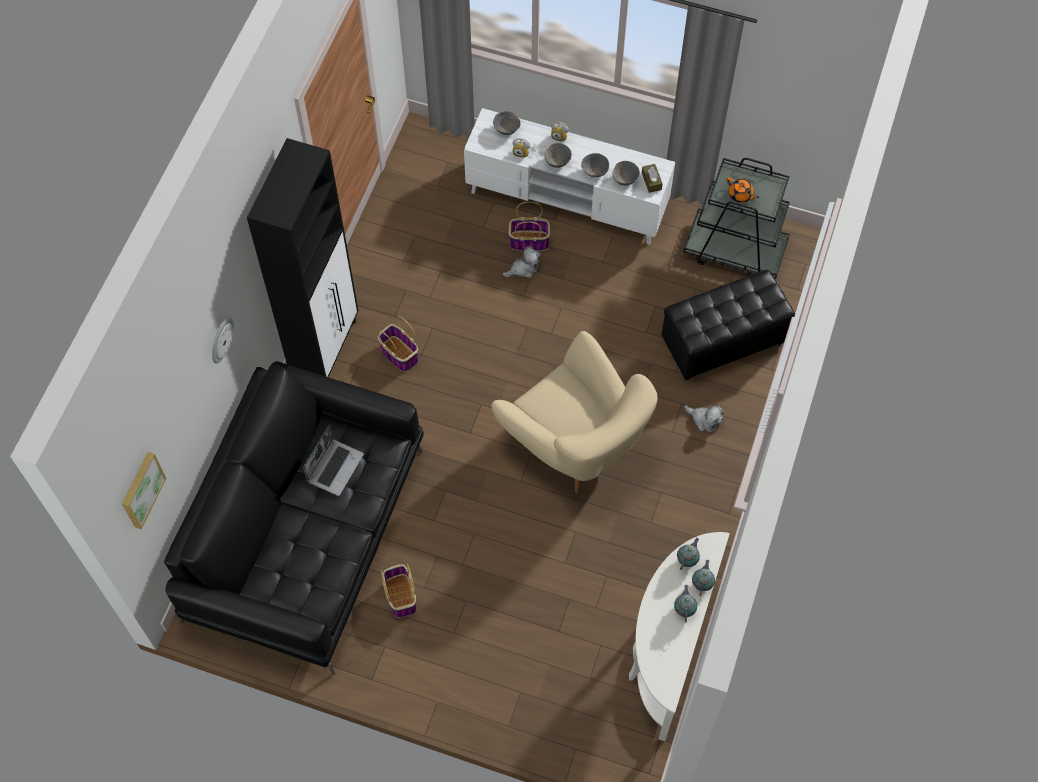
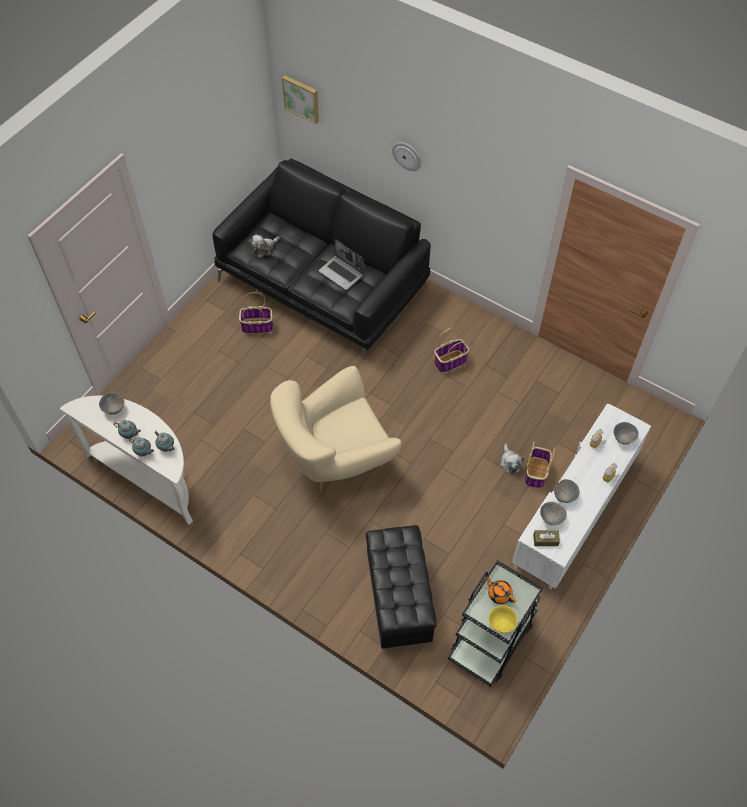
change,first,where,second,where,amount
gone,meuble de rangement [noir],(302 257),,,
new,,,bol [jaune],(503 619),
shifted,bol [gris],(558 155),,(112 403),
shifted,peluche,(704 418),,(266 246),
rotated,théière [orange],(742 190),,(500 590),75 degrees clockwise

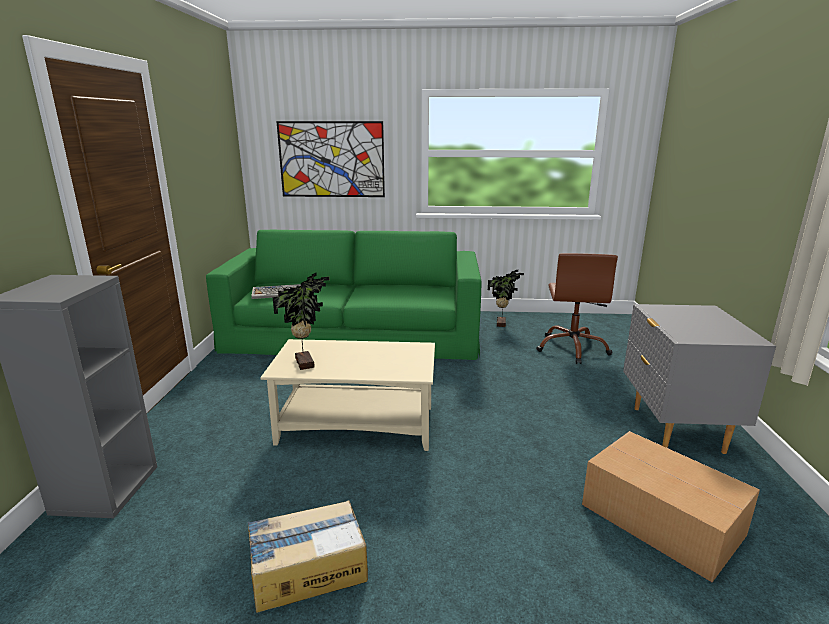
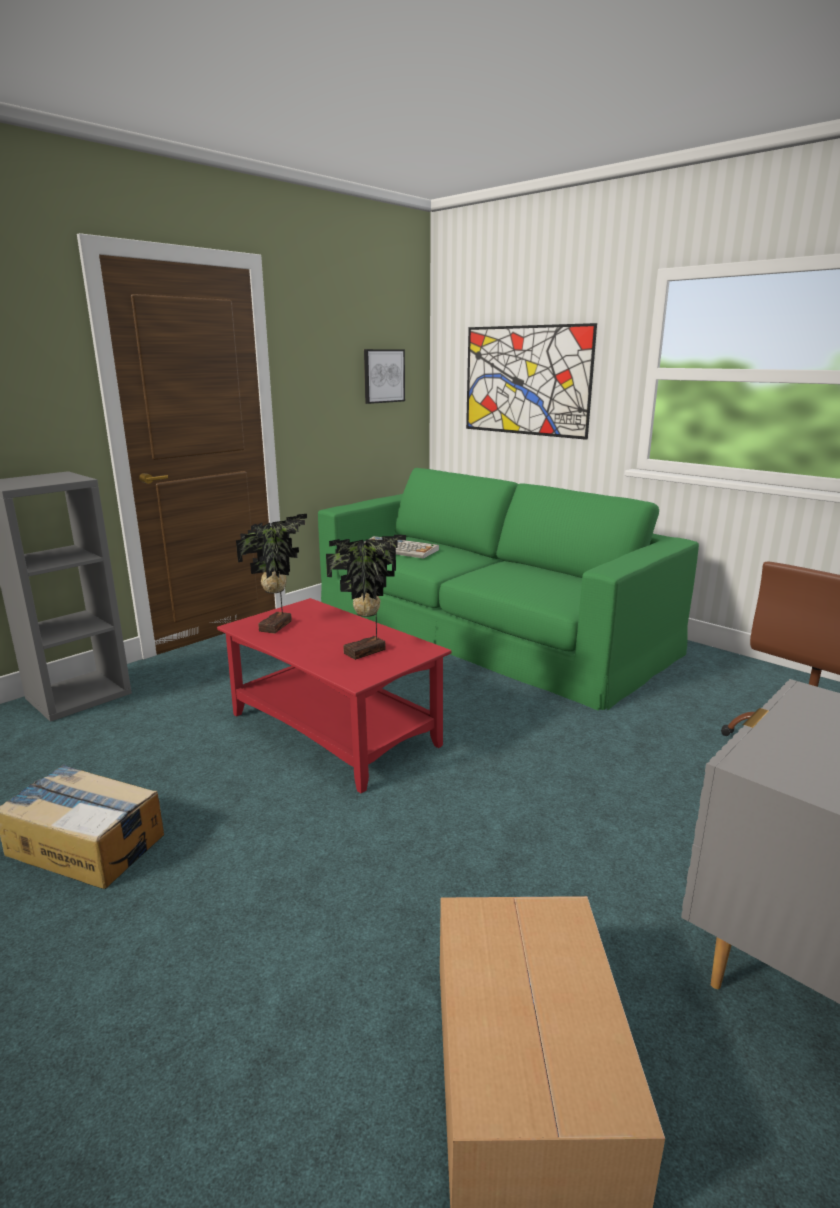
change,first,where,second,where,amount
new,,,tableau,(384 376),
shifted,plante en pot,(506 298),,(366 597),
repainted,table basse [beige],(347 395),table basse [rouge],(334 696),

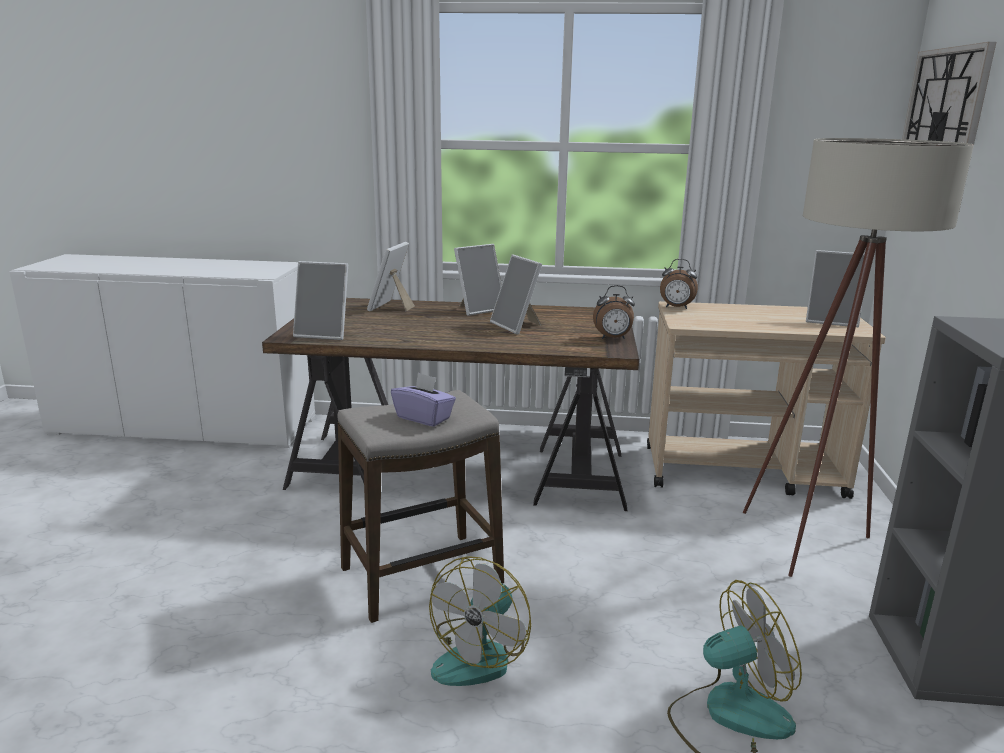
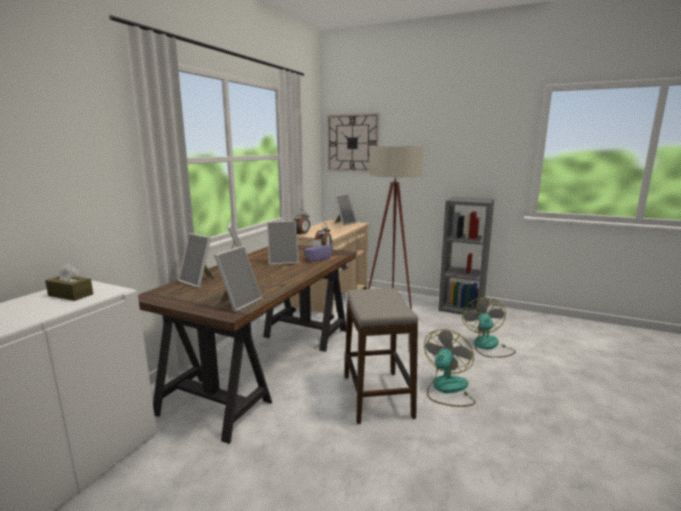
change,first,where,second,where,amount
new,,,boîte à mouchoirs [marron],(69 282),
shifted,boîte à mouchoirs [violet],(423 400),,(318 250),
rotated,ventilateur,(480 621),,(450 368),105 degrees counterclockwise

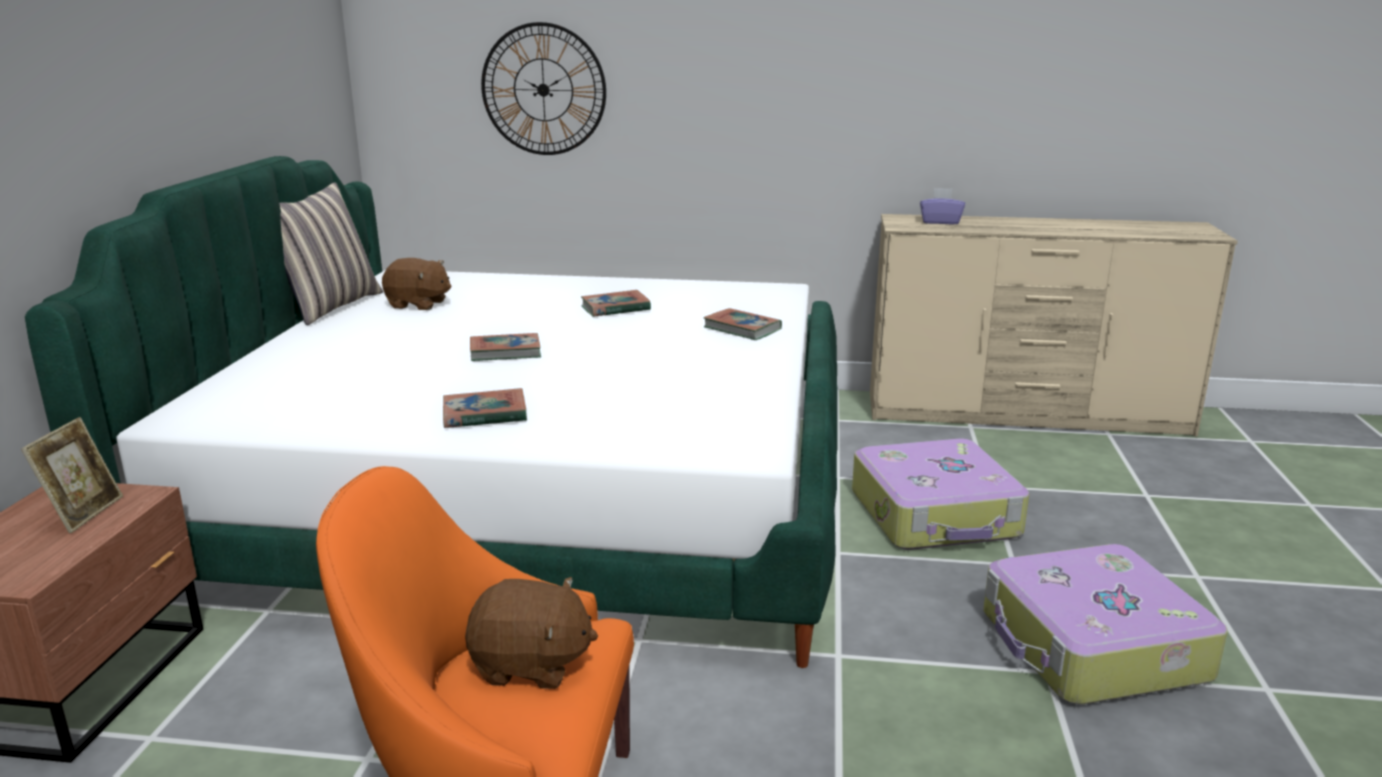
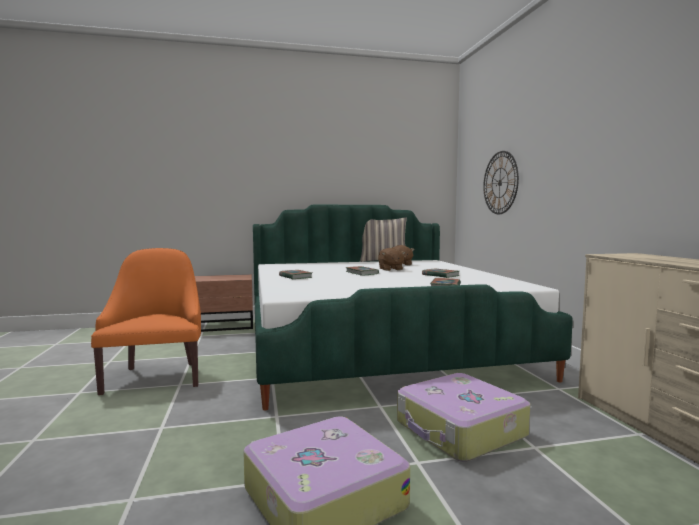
change,first,where,second,where,amount
gone,cadre photo,(72 475),,,
gone,boîte à mouchoirs [violet],(942 206),,,
shifted,peluche [marron],(531 633),,(391 259),

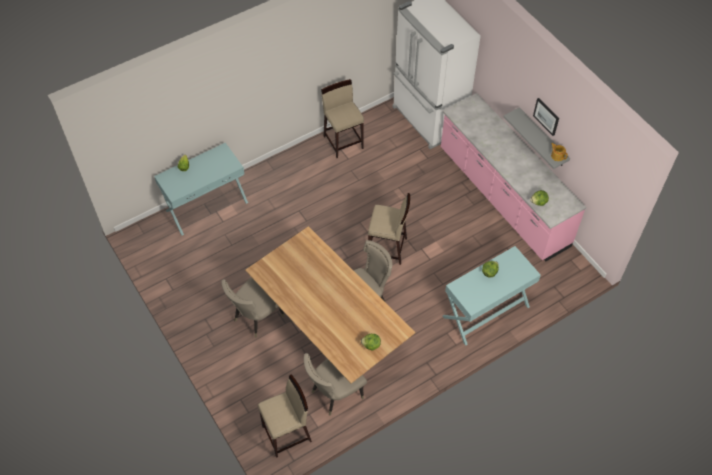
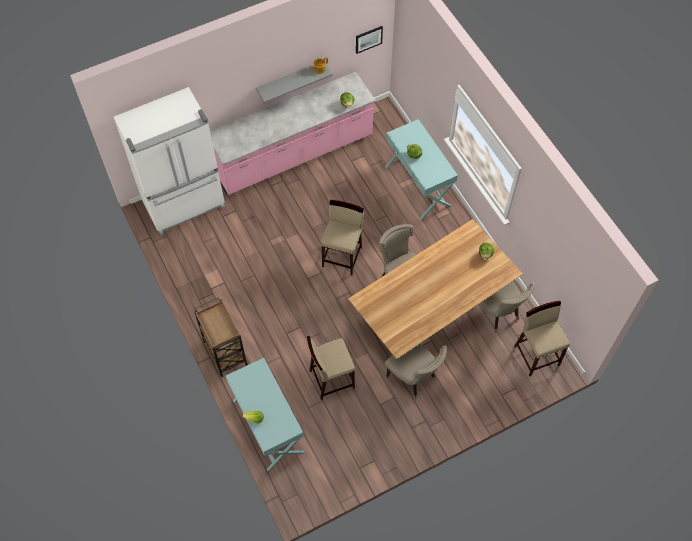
change,first,where,second,where,amount
new,,,chariot [marron],(221 337),
shifted,tabouret [beige],(342 118),,(331 368),
shifted,tableau,(546 117),,(369 40),

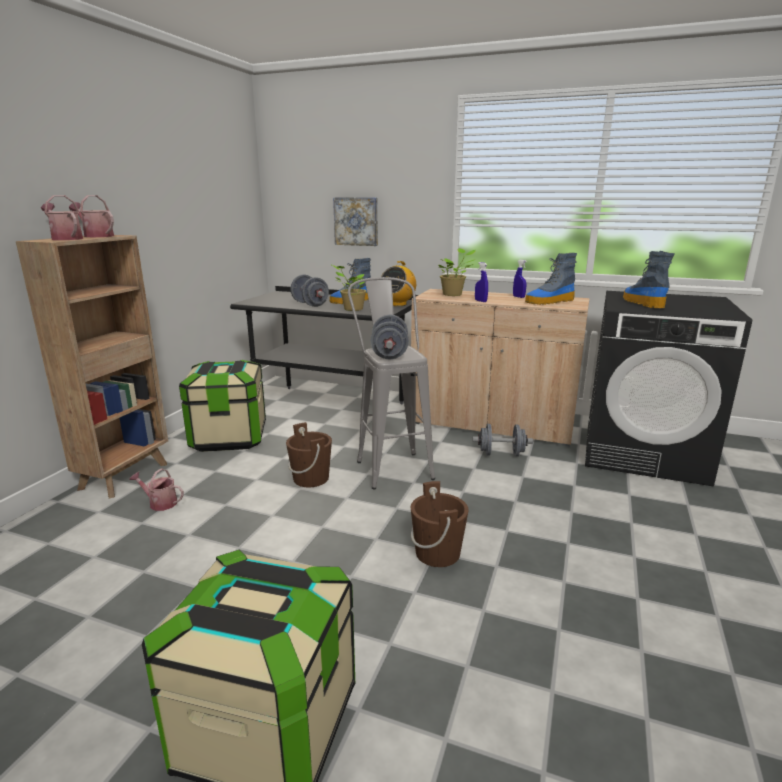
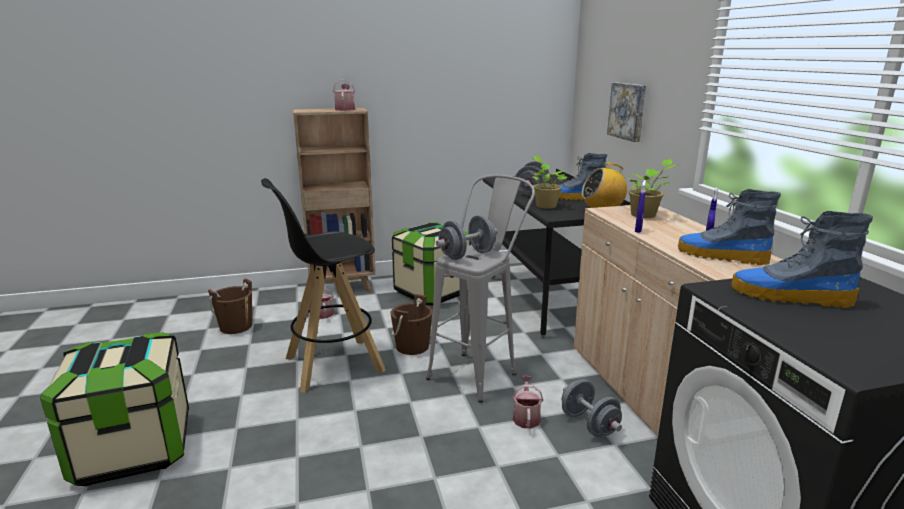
change,first,where,second,where,amount
new,,,tabouret [noir],(323 285),
shifted,arrosoir,(62 217),,(527 402),
shifted,seau [marron],(440 524),,(230 306),
rotated,botte,(649 279),,(802 259),120 degrees counterclockwise

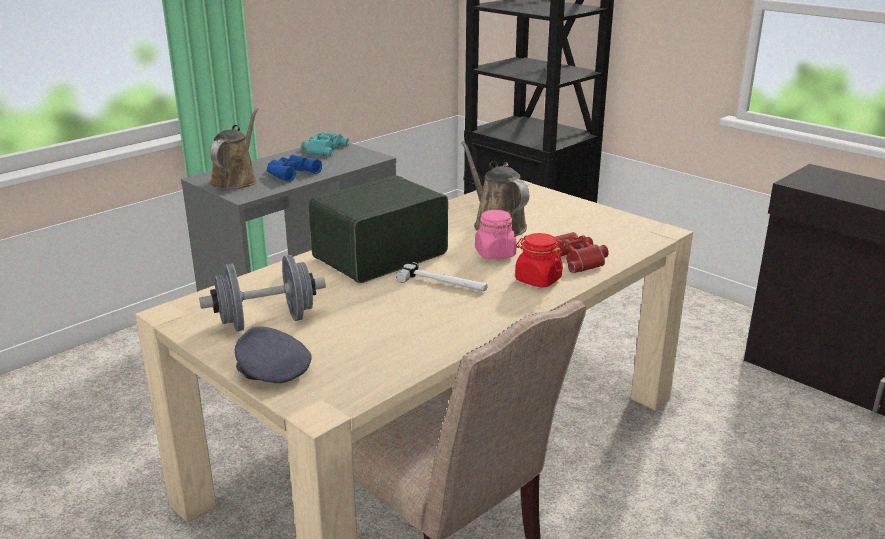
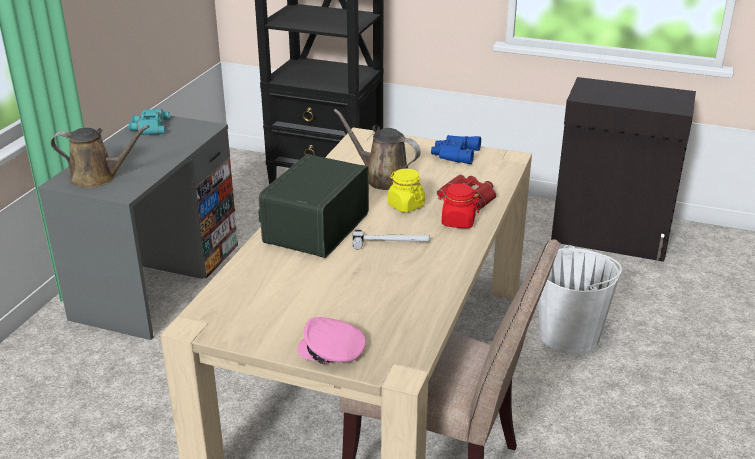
change,first,where,second,where,amount
gone,haltère [gris],(262 293),,,
new,,,seau [blanc],(580 299),
shifted,jumelles [bleu],(294 168),,(456 149),
repainted,casquette [gris],(273 355),casquette [rose],(331 340),
repainted,bocal [rose],(496 235),bocal [jaune],(406 191),
rotated,arrosoir [marron],(234 149),,(100 156),105 degrees clockwise

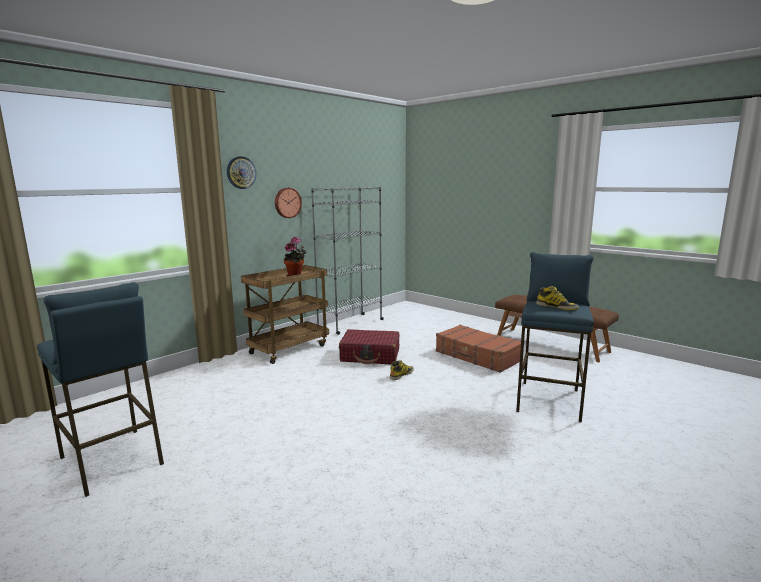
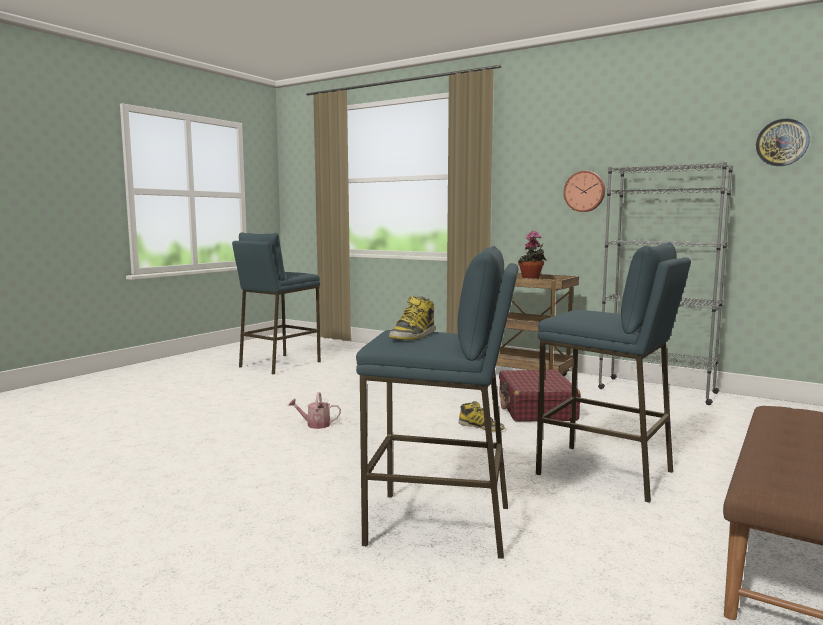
change,first,where,second,where,amount
new,,,arrosoir,(314 410),
shifted,horloge murale,(241 172),,(783 142),
swapped,valise [marron],(478 349),tabouret [bleu],(613 372),

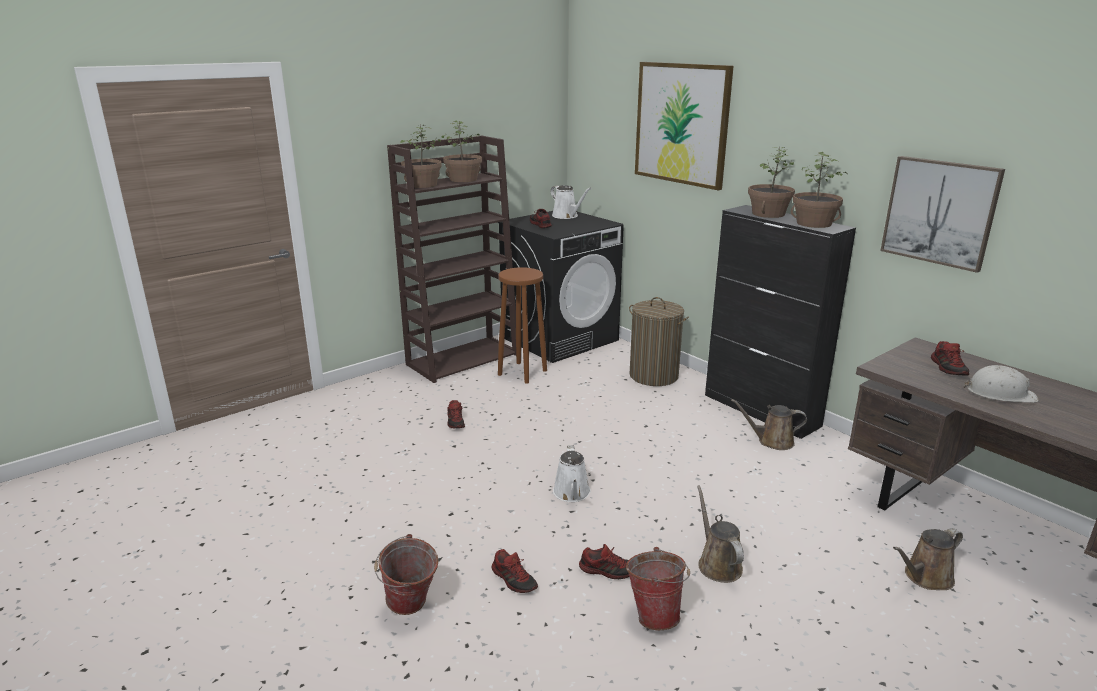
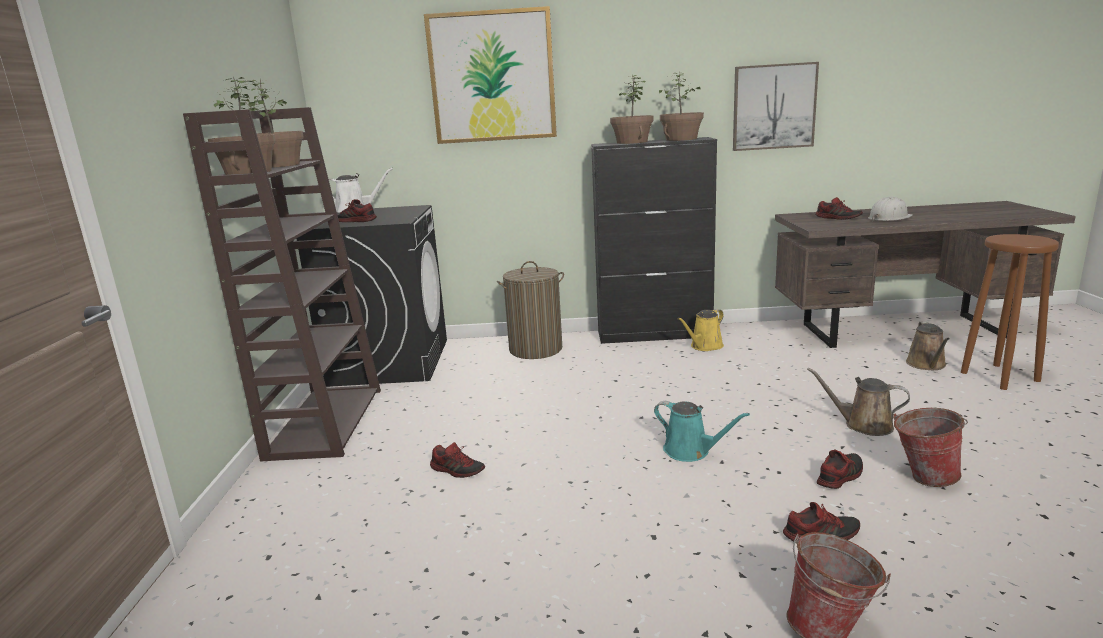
change,first,where,second,where,amount
shifted,tabouret [marron],(522 325),,(1010 312),
repainted,arrosoir [blanc],(572 473),arrosoir [turquoise],(702 431),
repainted,arrosoir [marron],(769 424),arrosoir [jaune],(700 330),

